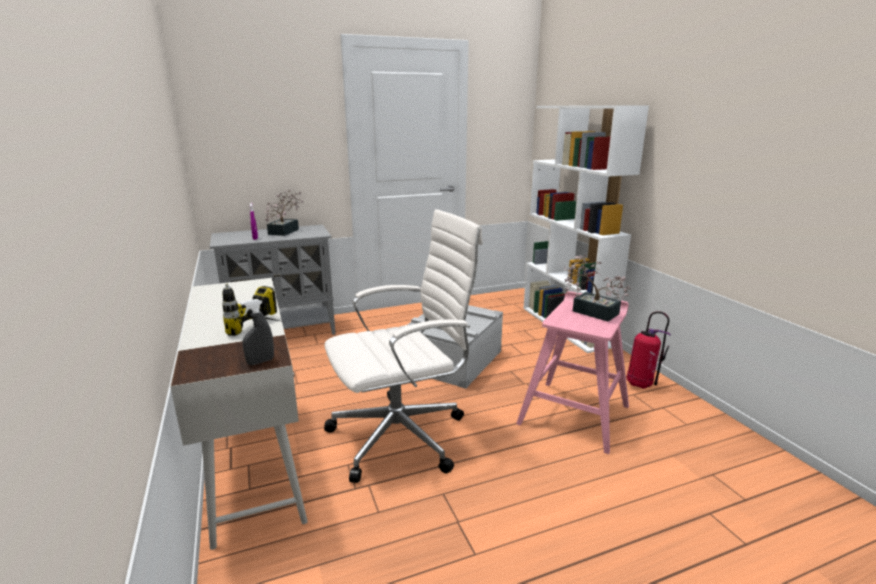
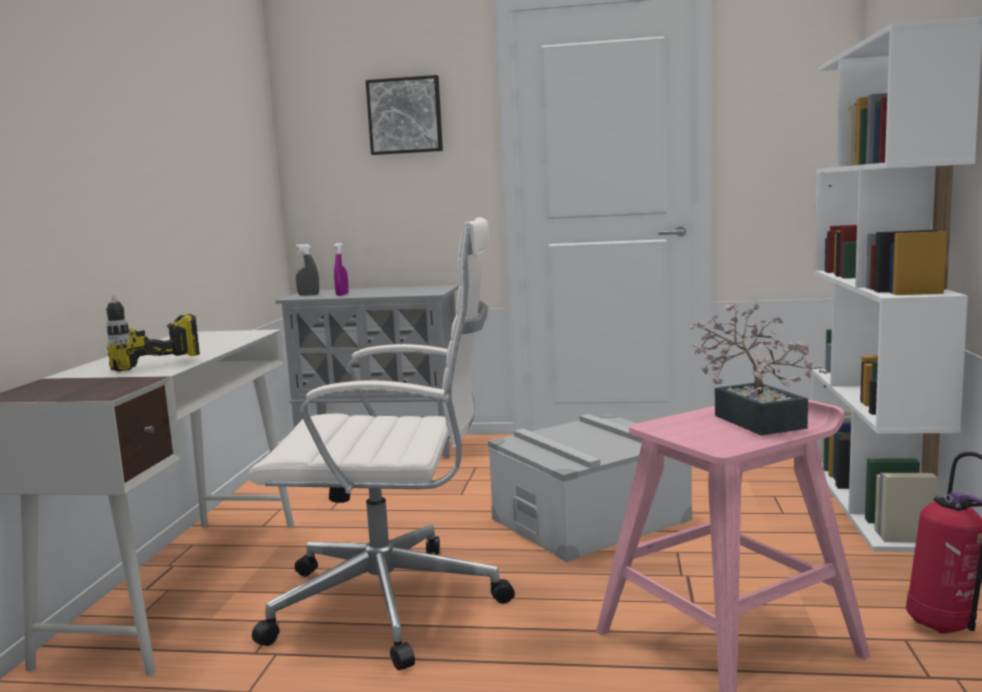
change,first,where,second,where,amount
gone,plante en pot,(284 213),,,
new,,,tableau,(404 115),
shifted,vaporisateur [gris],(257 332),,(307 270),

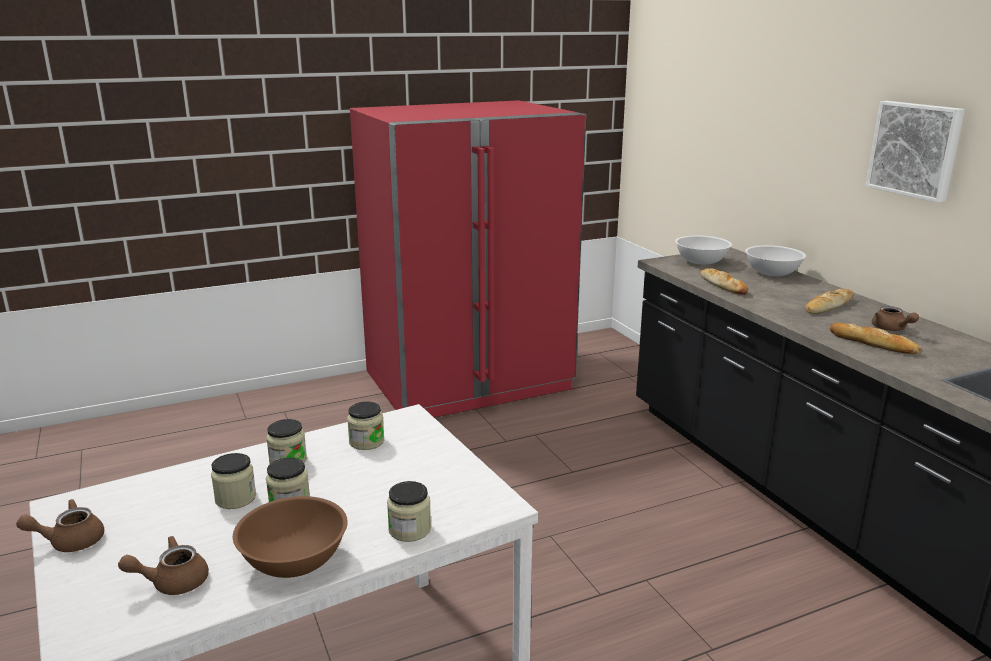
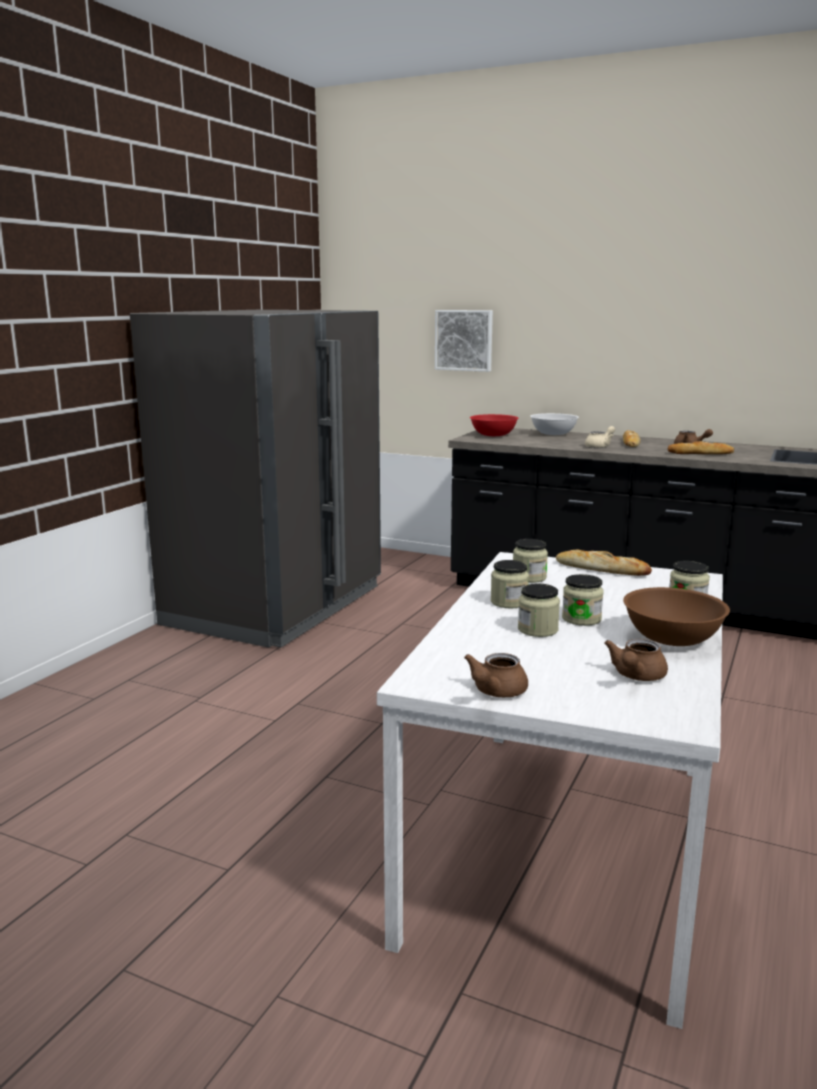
change,first,where,second,where,amount
new,,,théière [beige],(600 437),
shifted,pain,(724 281),,(604 562),
shifted,tableau,(915 152),,(464 341),
repainted,réfrigérateur [rouge],(468 258),réfrigérateur [gris],(255 479),
repainted,bol [blanc],(703 250),bol [rouge],(494 425),

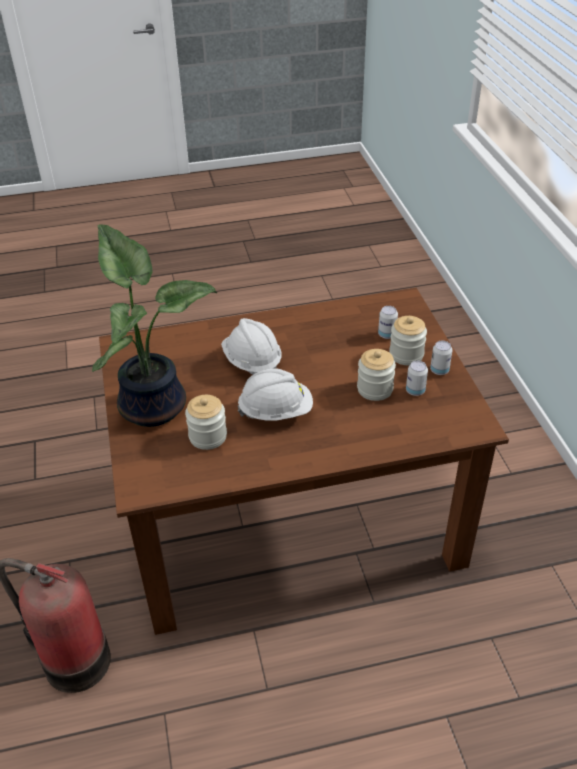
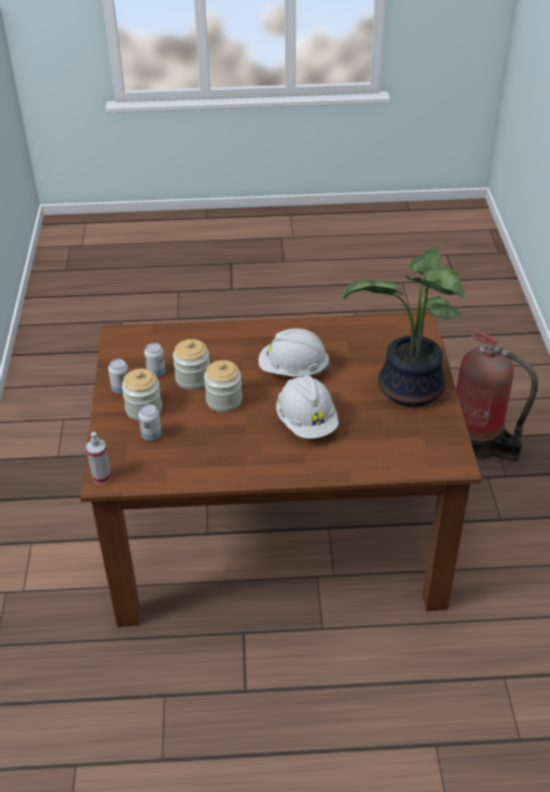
change,first,where,second,where,amount
new,,,vaporisateur,(98 458),
shifted,bocal,(206 422),,(223 386),

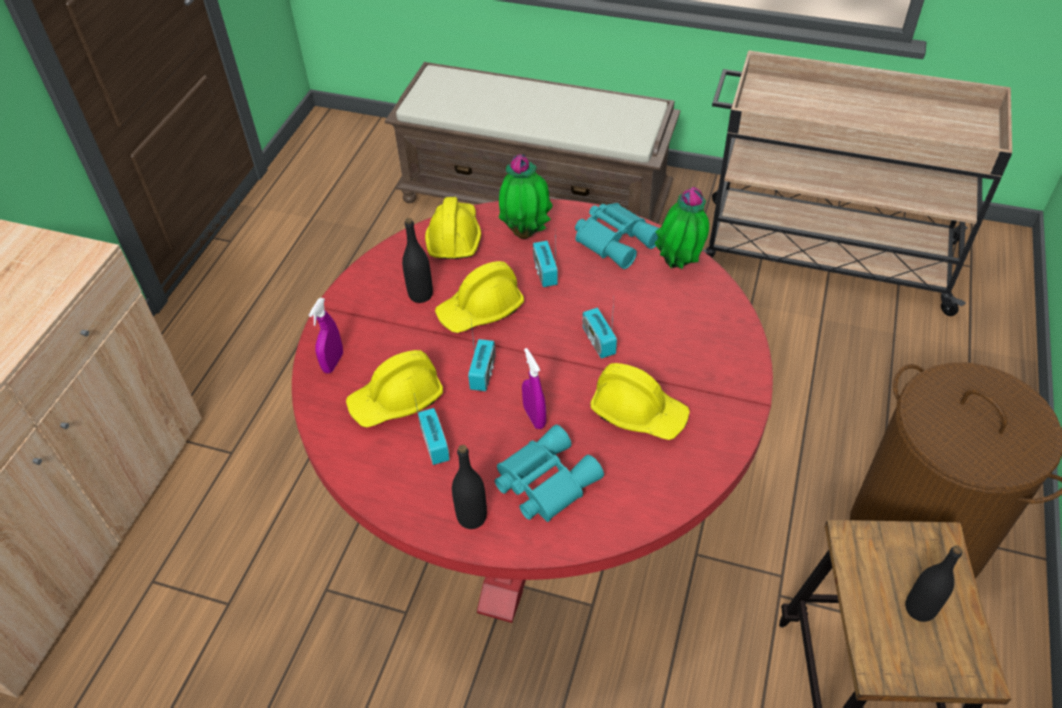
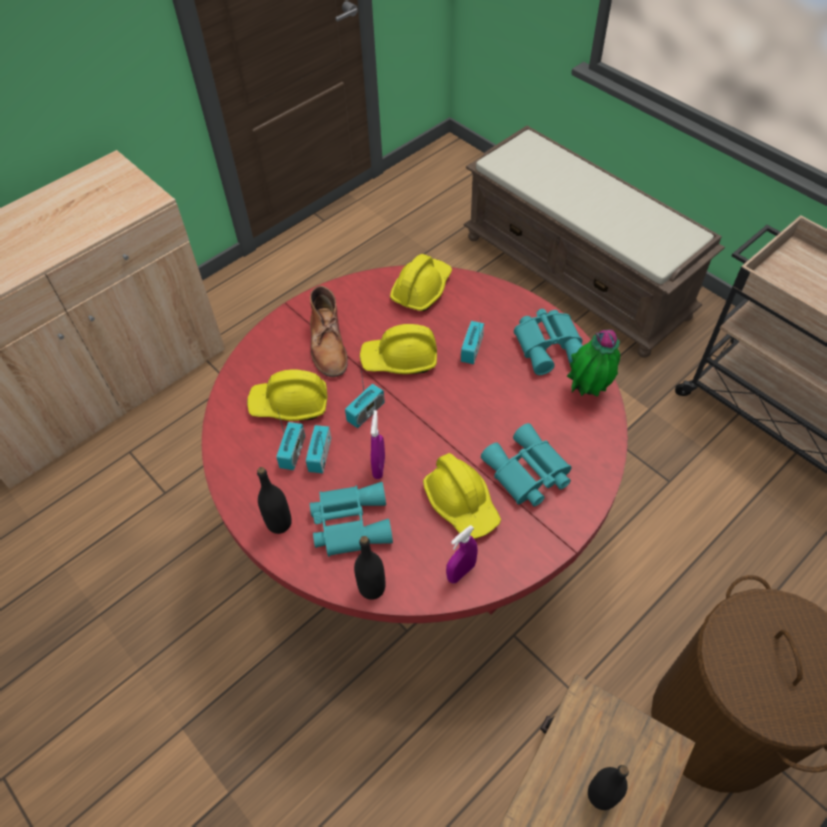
change,first,where,second,where,amount
gone,plante en pot,(526 196),,,
new,,,botte [marron],(329 331),
new,,,jumelles [turquoise],(526 464),
shifted,vaporisateur [violet],(326 335),,(462 554),
shifted,bouteille [noir],(417 260),,(370 568),
shifted,radio,(600 329),,(318 449),

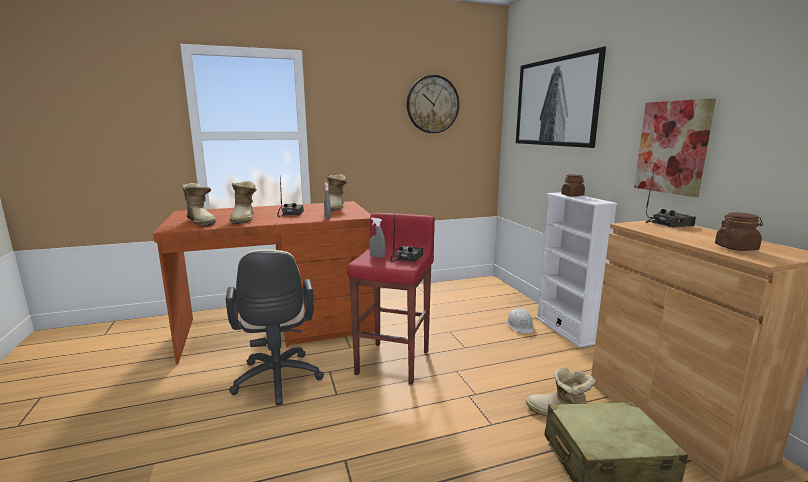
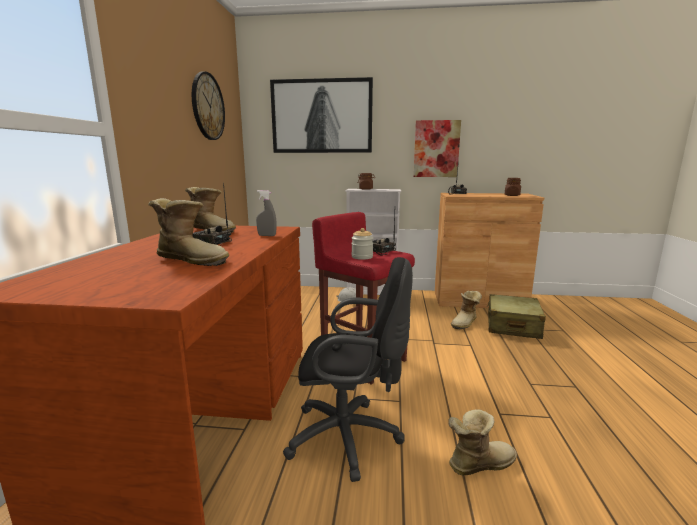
change,first,where,second,where,amount
shifted,botte,(199 204),,(482 442),
swapped,vaporisateur [gris],(377 238),bocal,(362 244),
repainted,chaise de bureau [beige],(275 327),chaise de bureau [noir],(348 369),

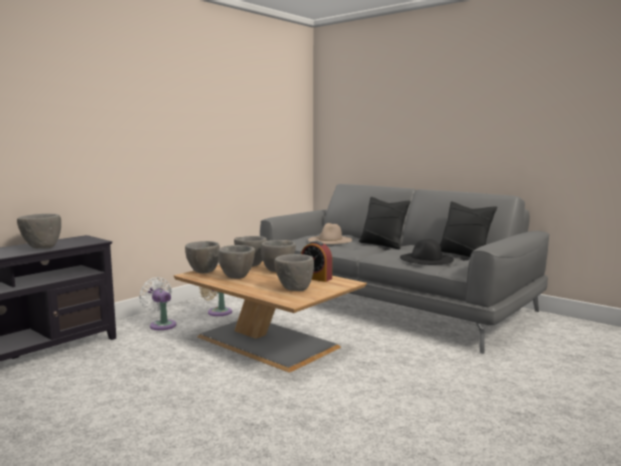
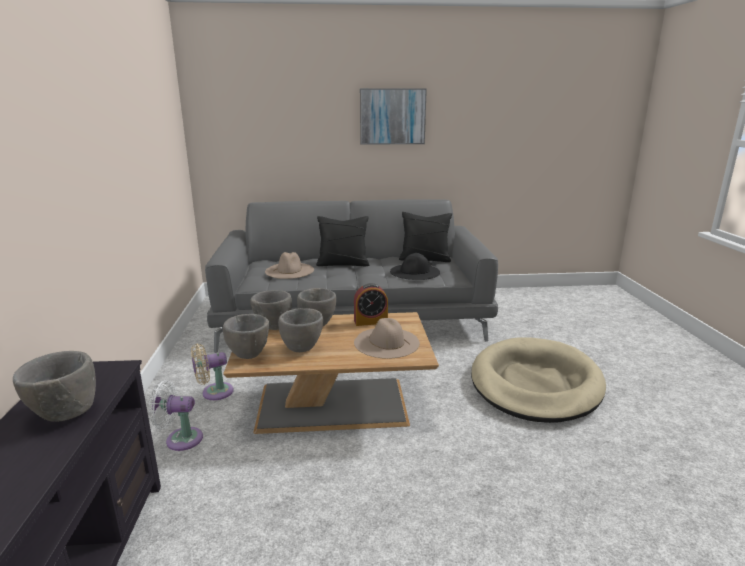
change,first,where,second,where,amount
new,,,tableau,(393 116),
new,,,panier pour chien [beige],(538 380),
swapped,bol [gris],(294 272),chapeau [beige],(387 338),

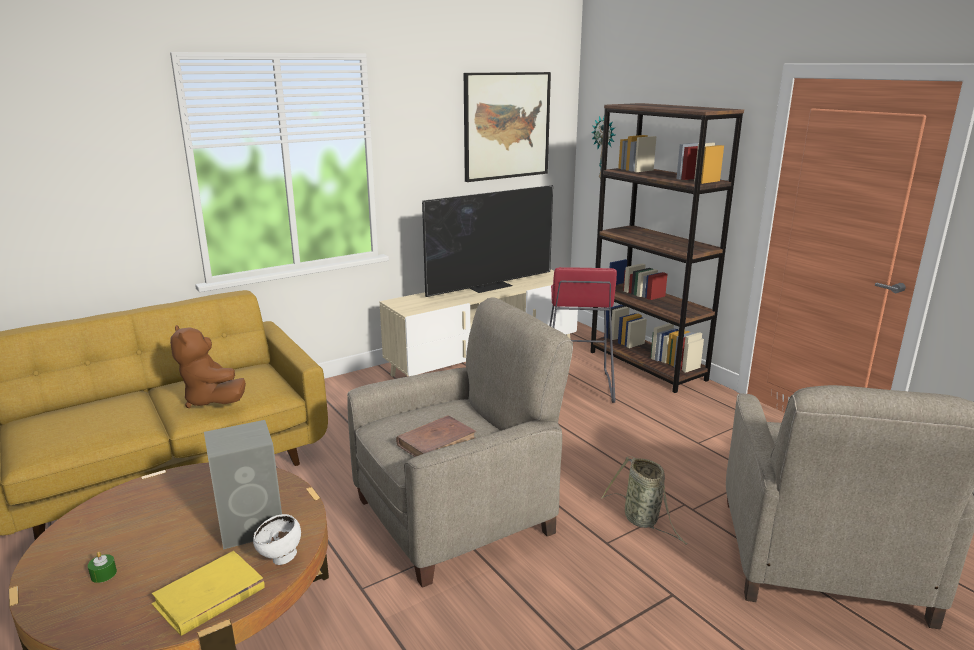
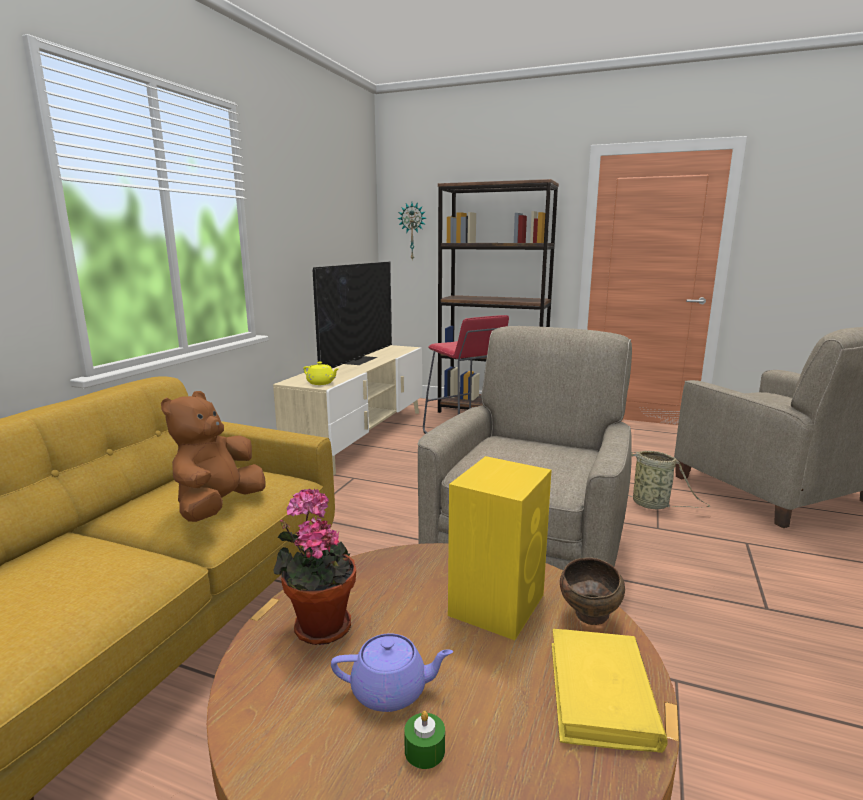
change,first,where,second,where,amount
gone,livre [marron],(436 436),,,
gone,tableau,(507 127),,,
new,,,plante en pot,(315 567),
new,,,théière [jaune],(320 373),
new,,,théière [violet],(392 672),
repainted,enceinte [gris],(243 485),enceinte [jaune],(499 548),
repainted,bol [blanc],(277 539),bol [marron],(592 591),
rotated,peluche [marron],(208 366),,(213 456),90 degrees clockwise

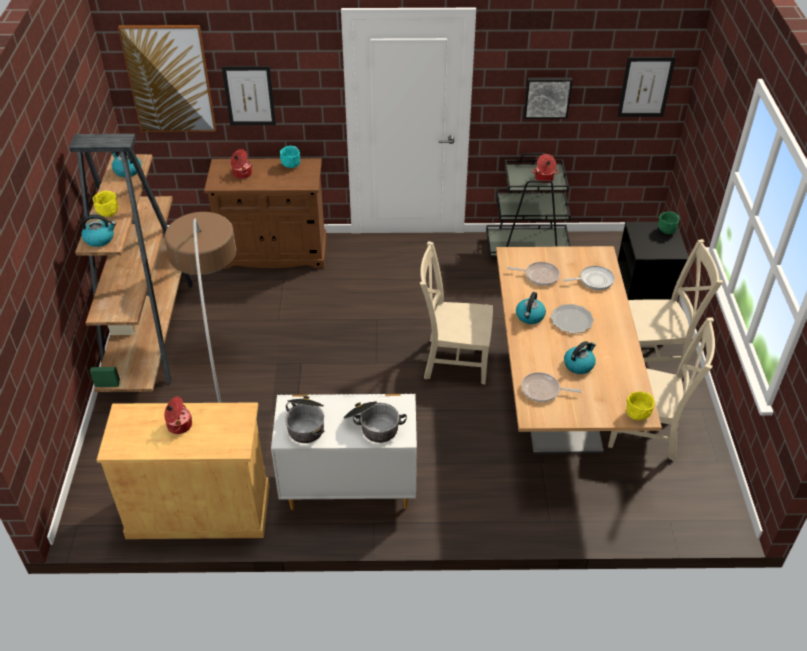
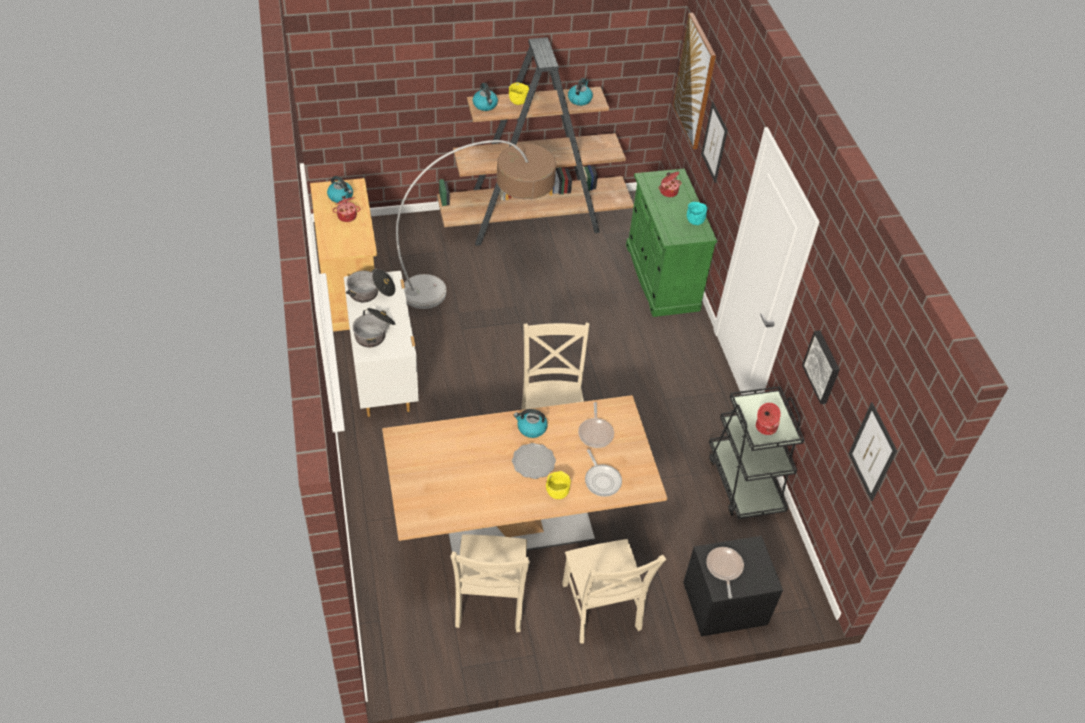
change,first,where,second,where,amount
gone,bol [vert],(669 222),,,
shifted,poêle,(551 387),,(725 573),
shifted,bouilloire,(580 357),,(340 189),
shifted,bol [jaune],(640 405),,(558 485),
repainted,meuble de rangement [marron],(265 213),meuble de rangement [vert],(671 242),

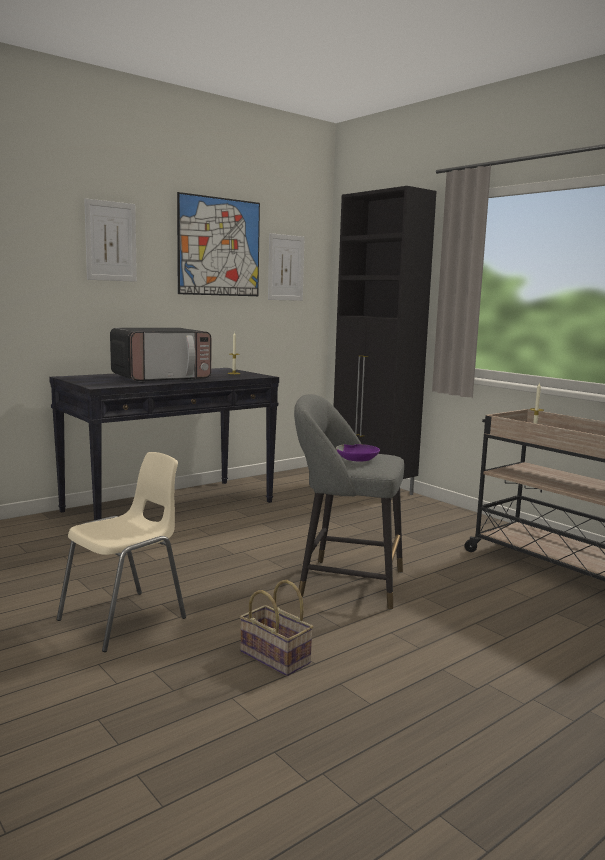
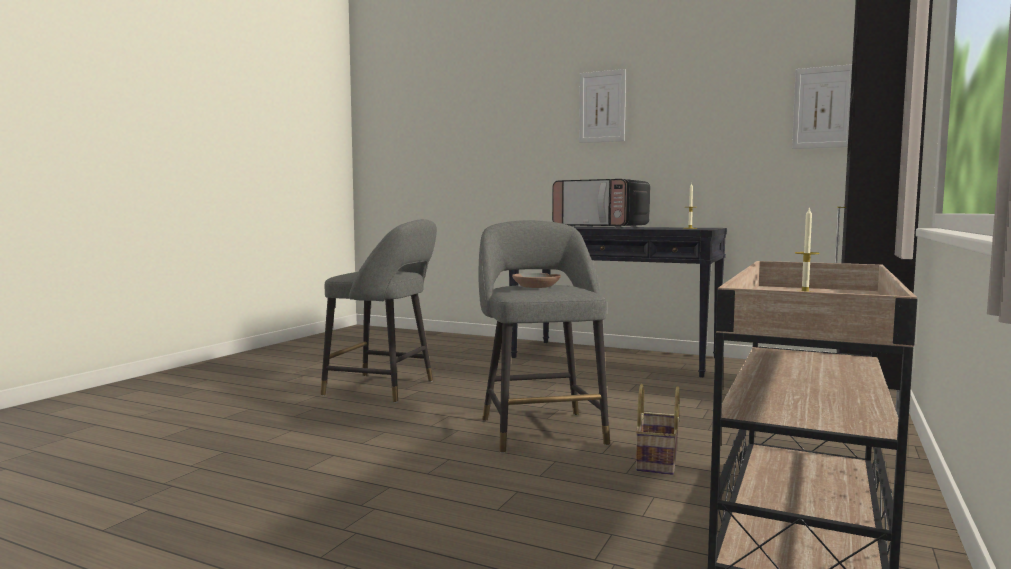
change,first,where,second,where,amount
gone,tableau,(218 244),,,
shifted,panier,(276 628),,(657 429),
swapped,chaise [beige],(121 552),tabouret [gris],(378 311),
repainted,bol [violet],(358 453),bol [marron],(536 280),

